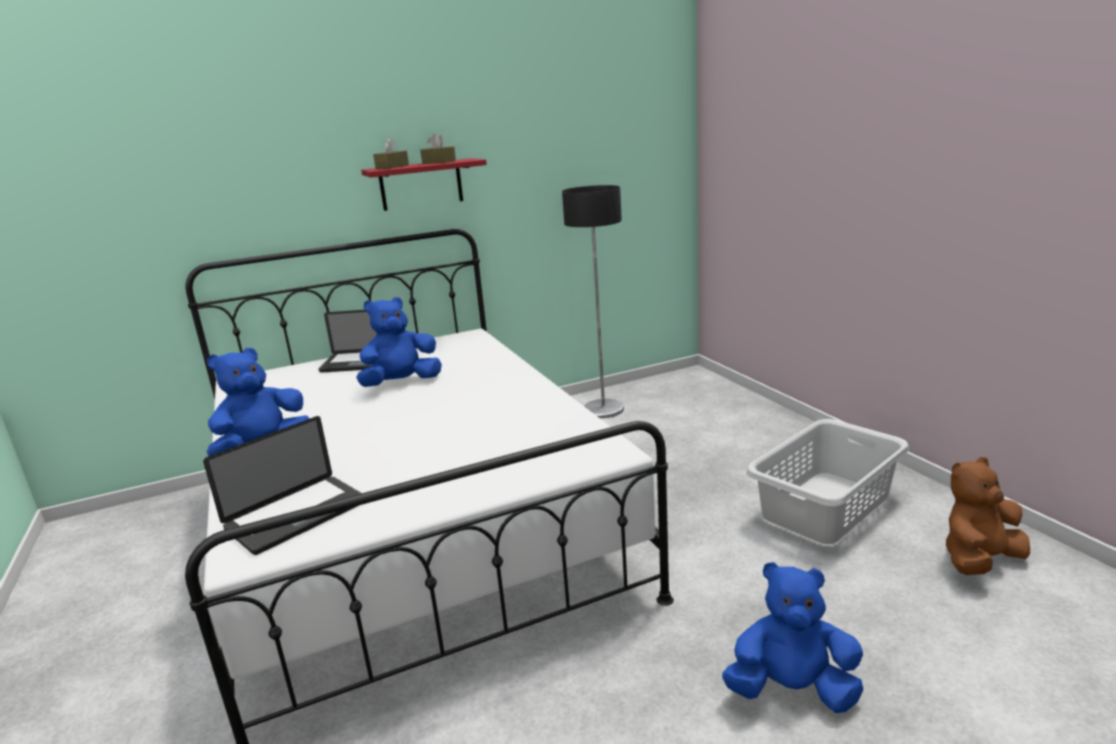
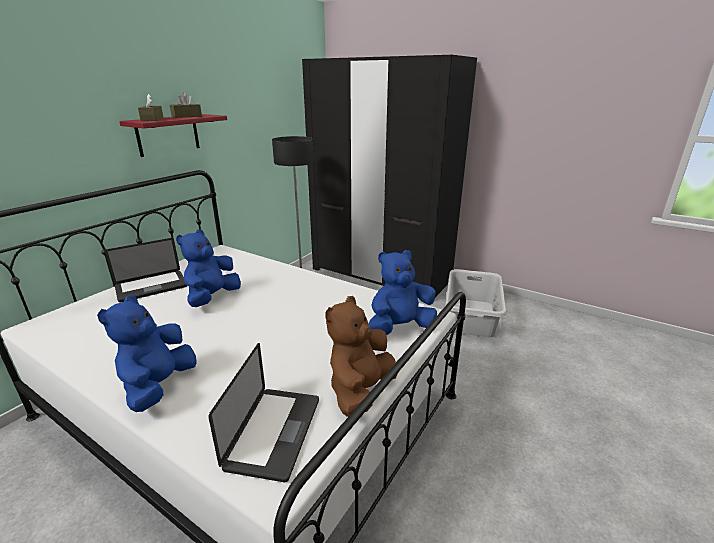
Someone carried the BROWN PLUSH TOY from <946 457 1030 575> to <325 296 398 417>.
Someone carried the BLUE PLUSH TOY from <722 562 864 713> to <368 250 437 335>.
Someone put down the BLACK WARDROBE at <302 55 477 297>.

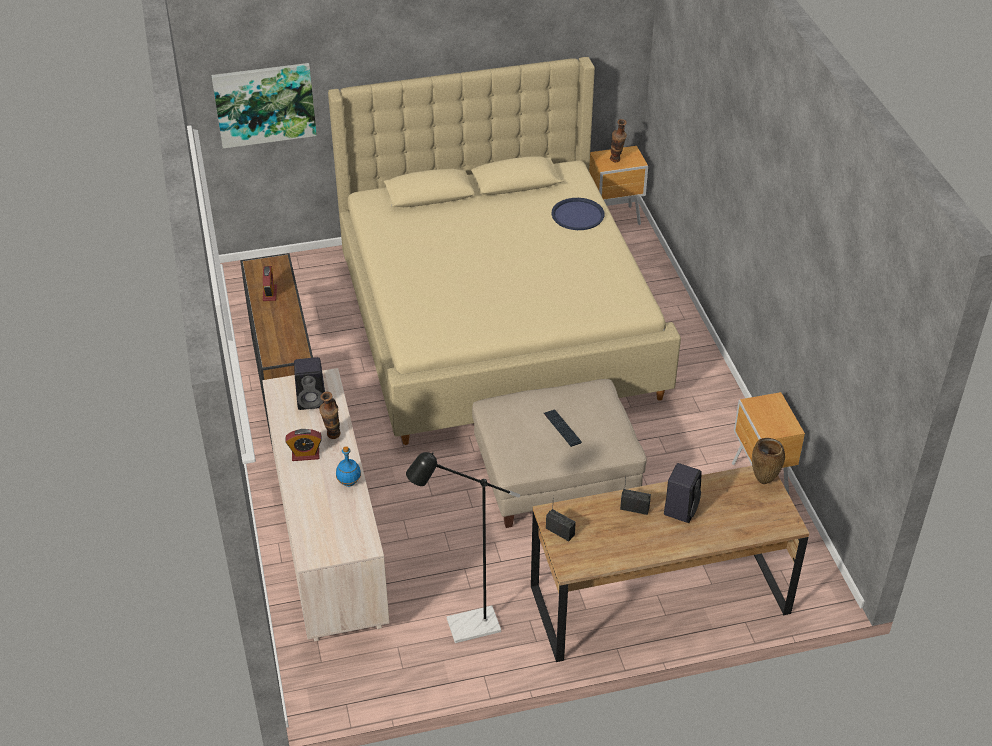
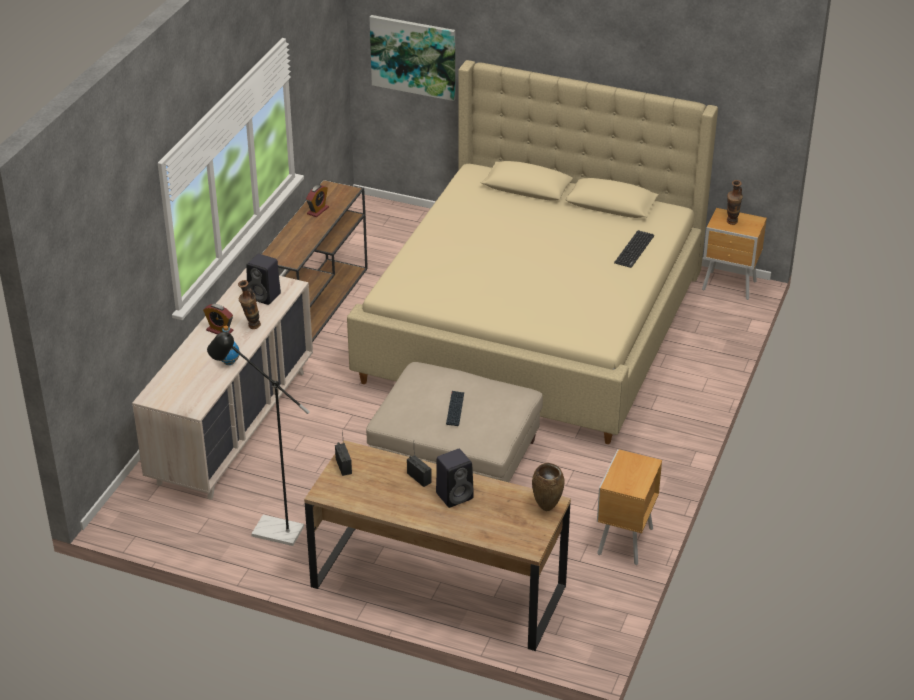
Someone swapped the BLUE TRAY at <552 198 604 230> for the KEYBOARD at <614 230 654 268>.

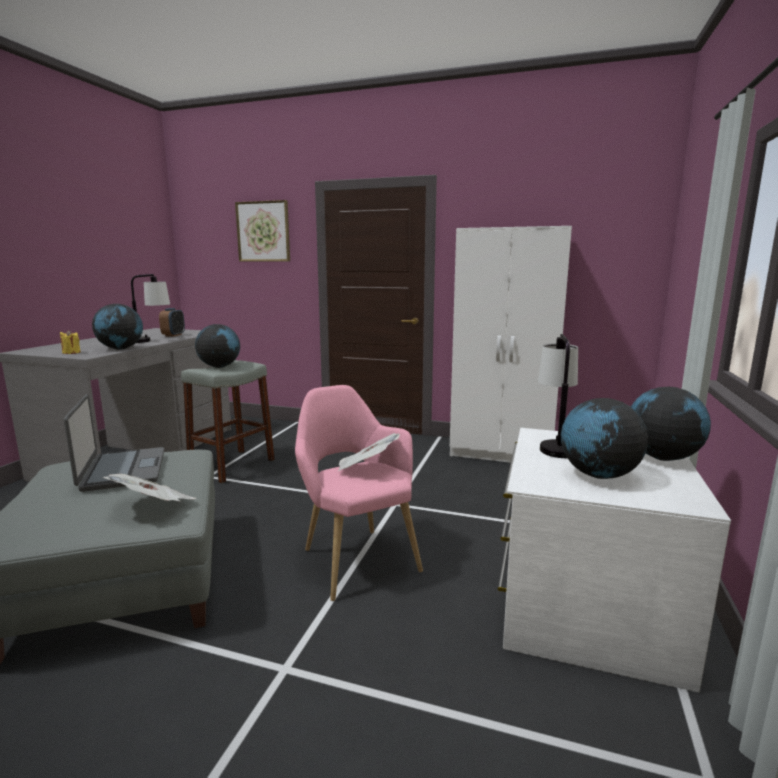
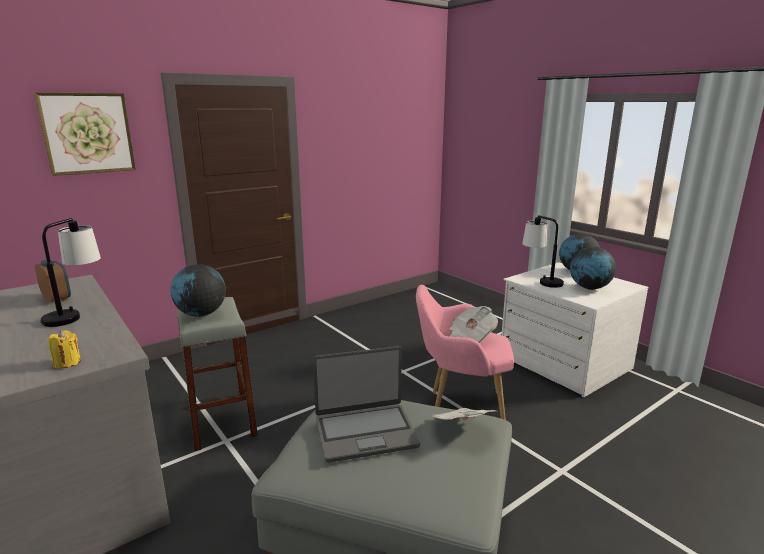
Someone took away the WHITE WARDROBE at <450 226 572 463>.
Someone took away the GLOBE at <92 304 143 350>.
Someone rotated the LAPTOP at <64 394 165 492> by 150 degrees clockwise.

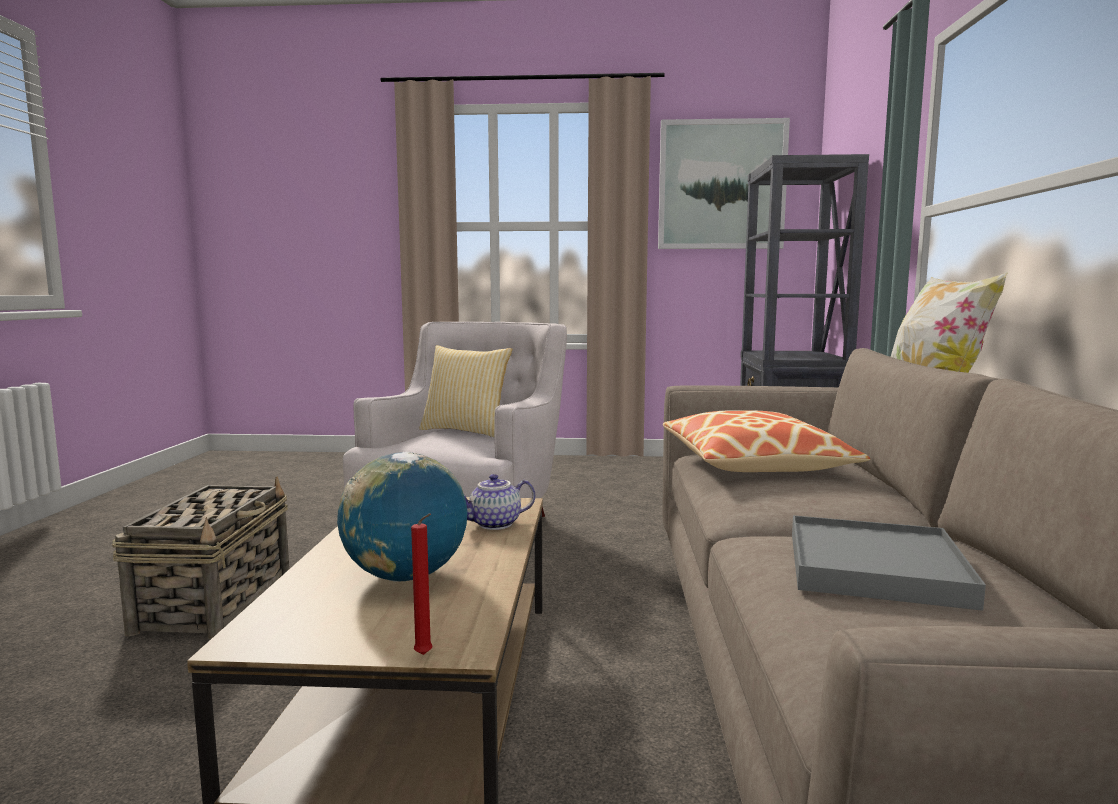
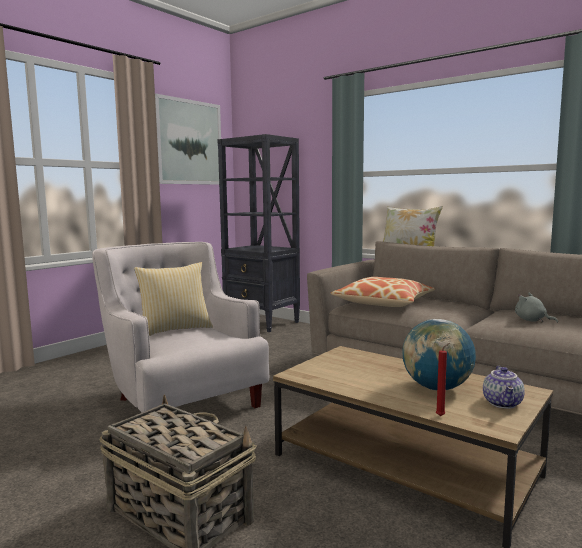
Someone carried the TEAPOT from <463 474 535 530> to <483 366 525 409>.
Someone carried the RED CANDLE from <411 513 432 655> to <436 343 450 416>.
Someone swapped the GREY TRAY at <792 515 986 611> for the GREY PLUSH TOY at <515 293 558 323>.

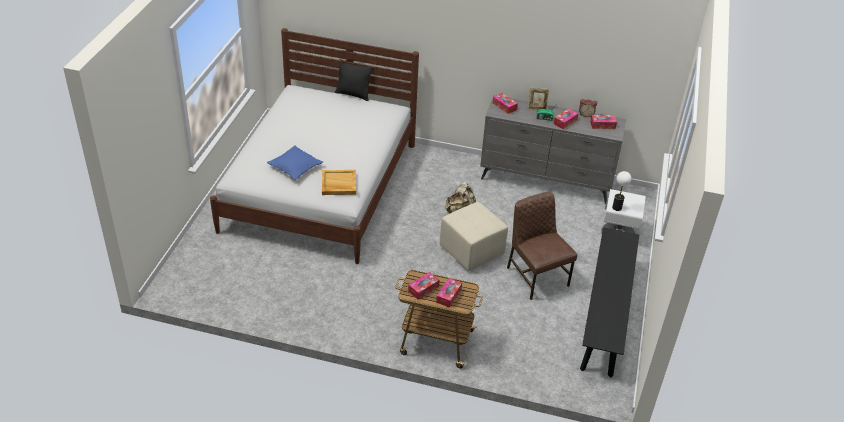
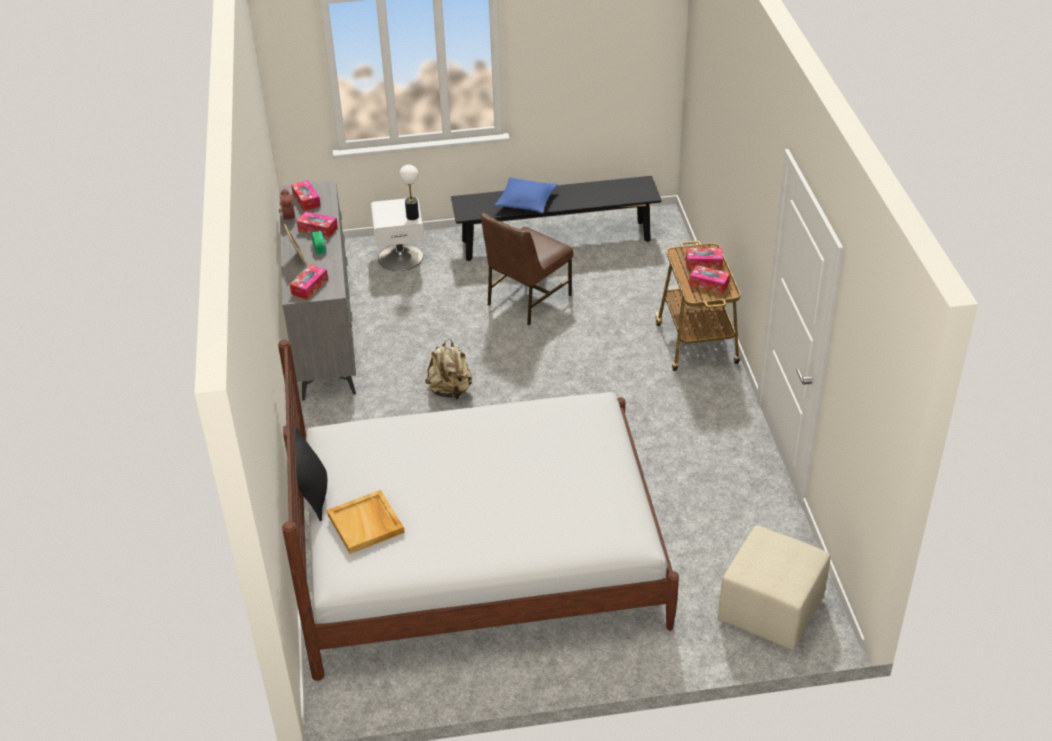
Someone carried the BLUE PILLOW from <267 145 323 180> to <495 177 557 214>.
Someone carried the BEIGE TRAY from <322 170 356 195> to <327 490 405 554>.
Someone carried the BEIGE OTTOMAN from <440 202 508 272> to <718 525 831 651>.

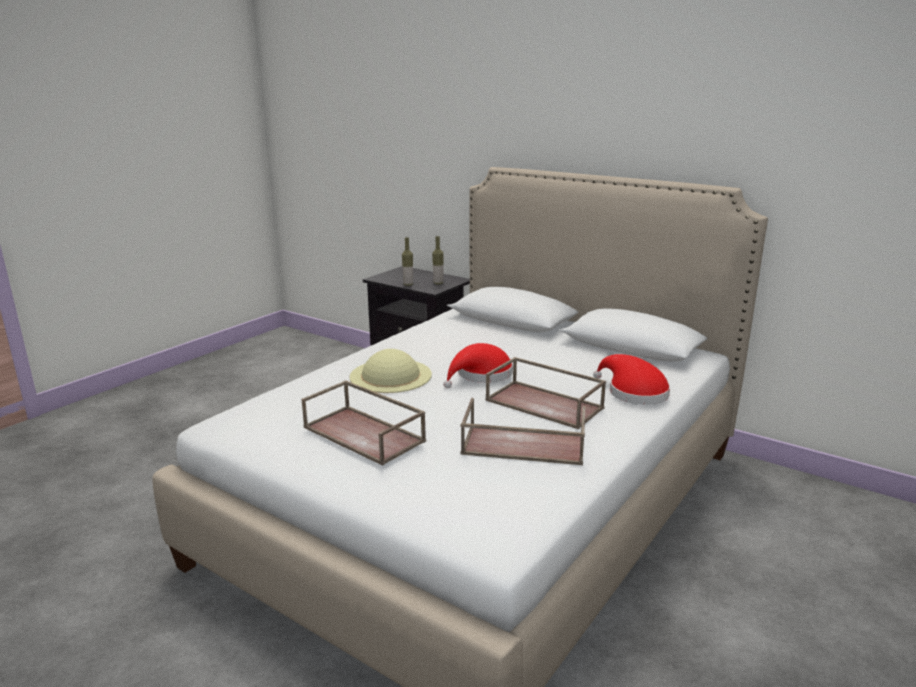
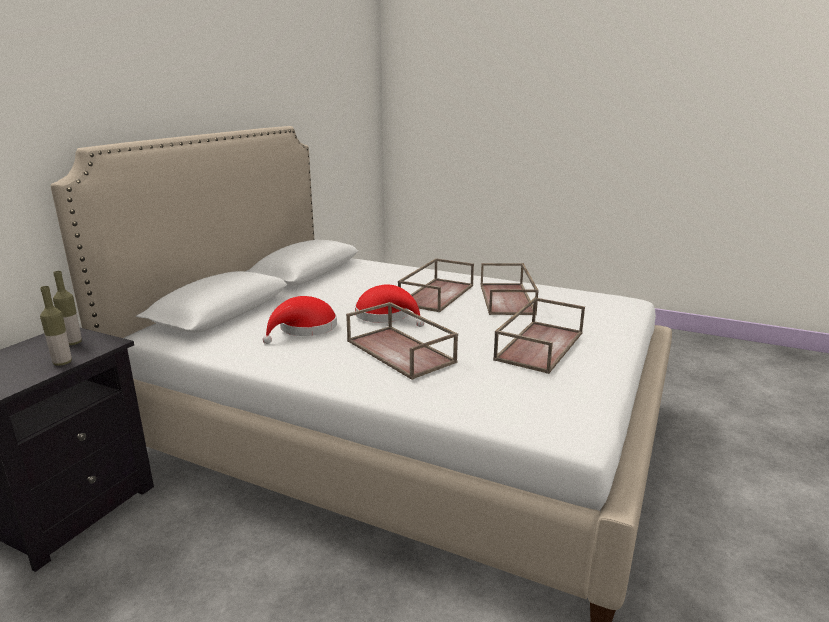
Someone swapped the BEIGE HAT at <349 349 432 393> for the BROWN TRAY at <346 302 458 380>.
Someone carried the RED HAT from <593 354 670 405> to <263 296 337 344>.

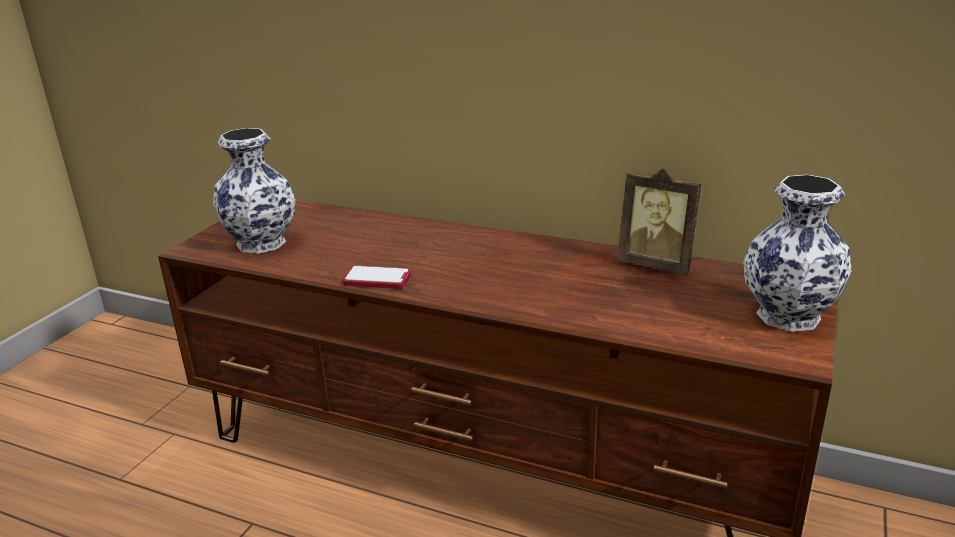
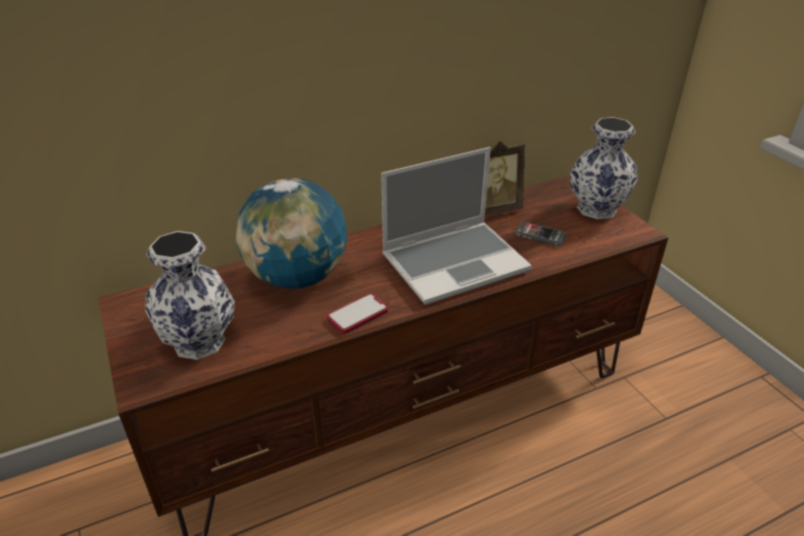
Someone put down the LAPTOP at <381 147 532 305>.
Someone put down the GLOBE at <236 178 347 289>.
Someone put down the PHONE at <515 222 567 246>.

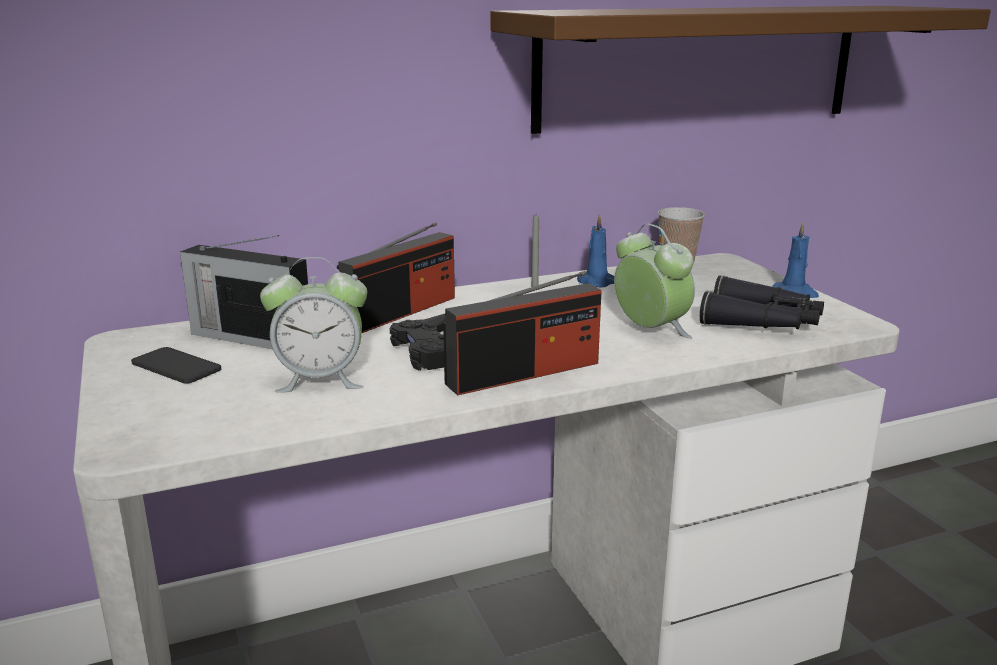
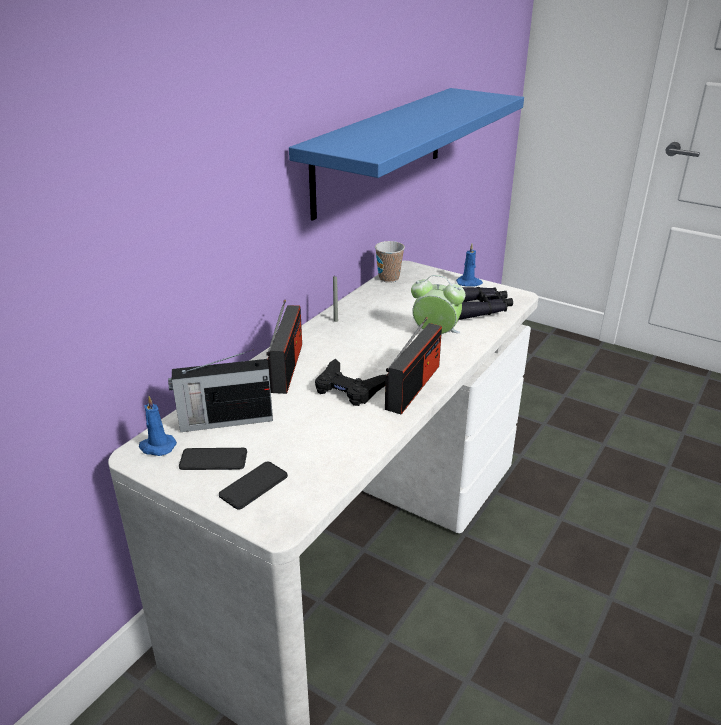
Someone repainted the BROWN SHELF at <490 6 991 134>, which became the BLUE SHELF at <289 88 524 221>.
Someone carried the BLUE CANDLE from <577 213 614 288> to <139 396 177 456>.
Someone took away the ALARM CLOCK at <260 257 367 393>.
Someone put down the PHONE at <219 462 288 509>.

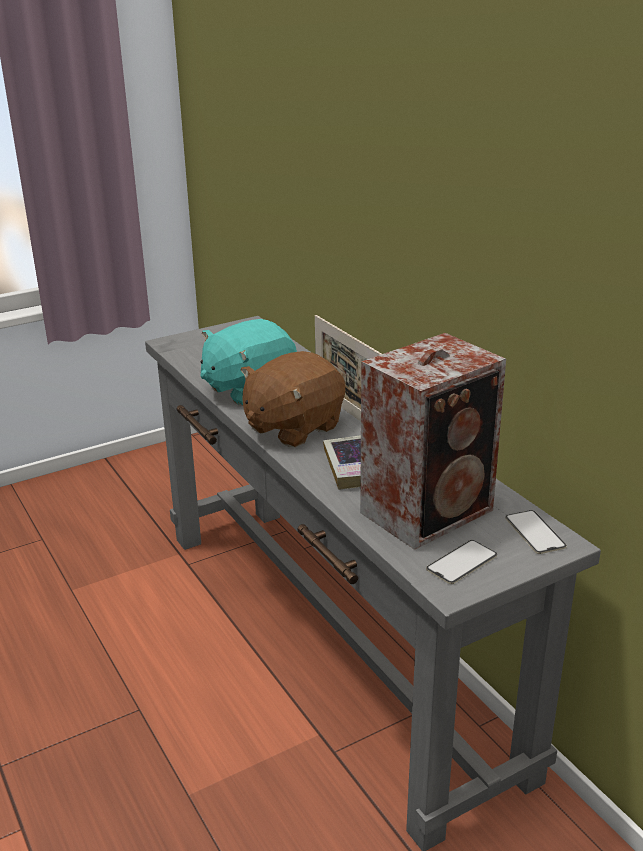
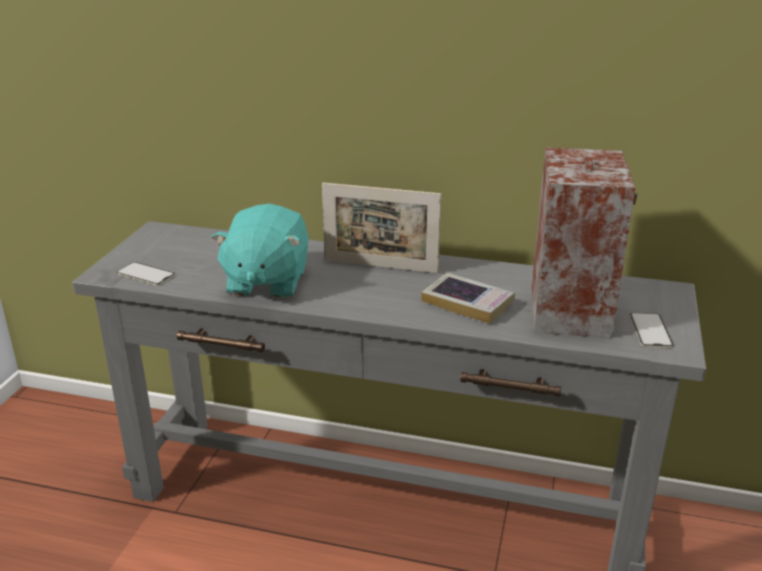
Someone took away the BROWN PLUSH TOY at <241 351 345 447>.
Someone carried the PHONE from <505 510 567 554> to <116 262 175 285>.

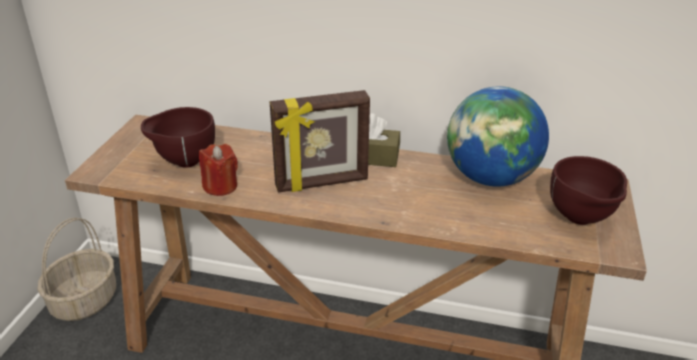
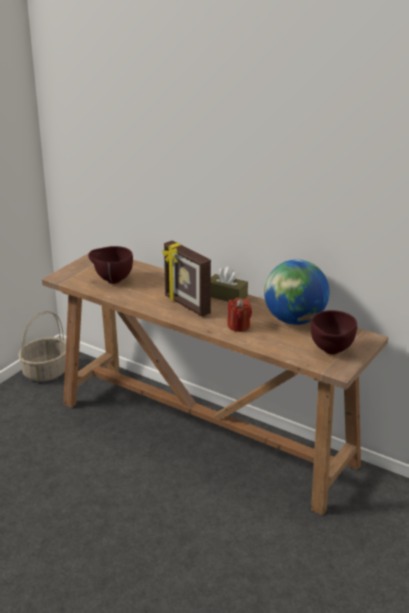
Someone rotated the PICTURE FRAME at <270 90 370 192> by 45 degrees clockwise.
Someone carried the RED CANDLE from <199 144 238 196> to <227 298 252 332>.

